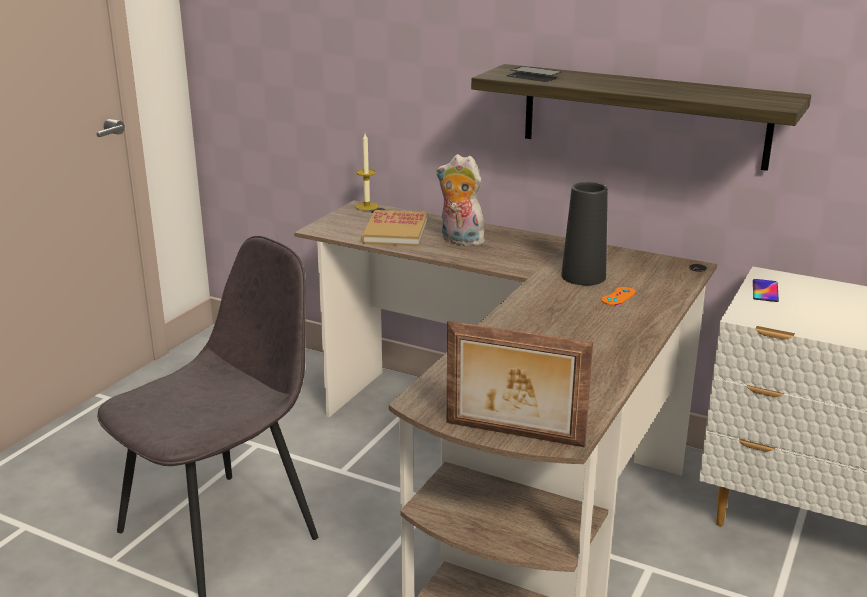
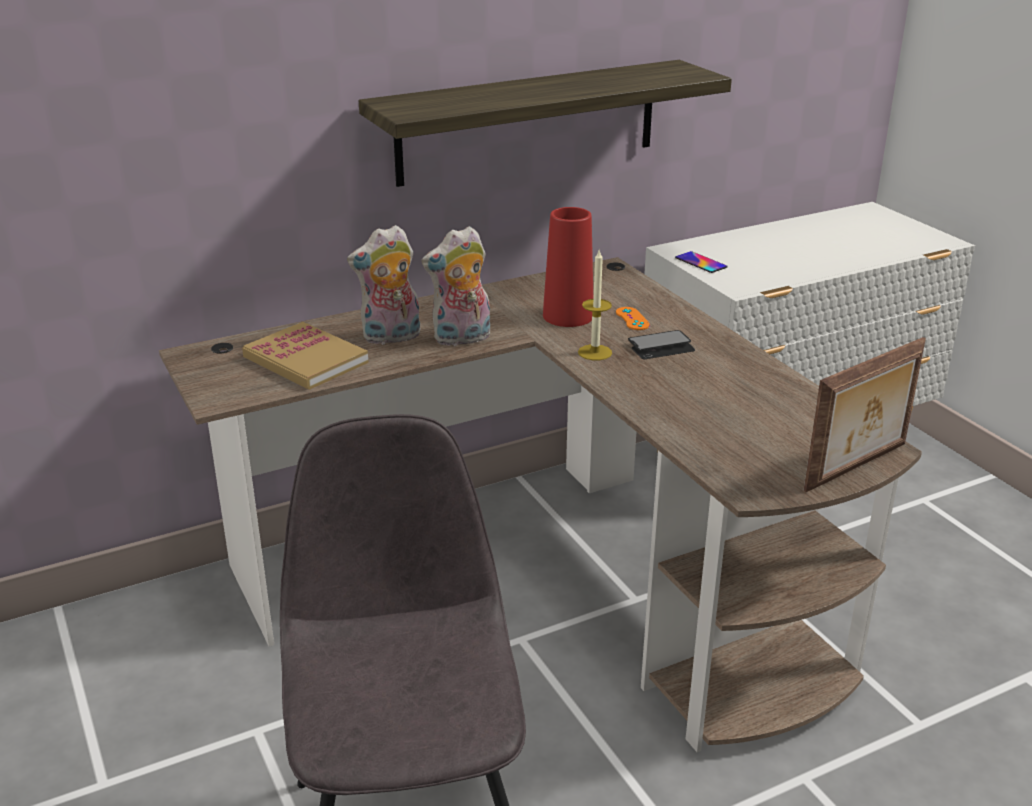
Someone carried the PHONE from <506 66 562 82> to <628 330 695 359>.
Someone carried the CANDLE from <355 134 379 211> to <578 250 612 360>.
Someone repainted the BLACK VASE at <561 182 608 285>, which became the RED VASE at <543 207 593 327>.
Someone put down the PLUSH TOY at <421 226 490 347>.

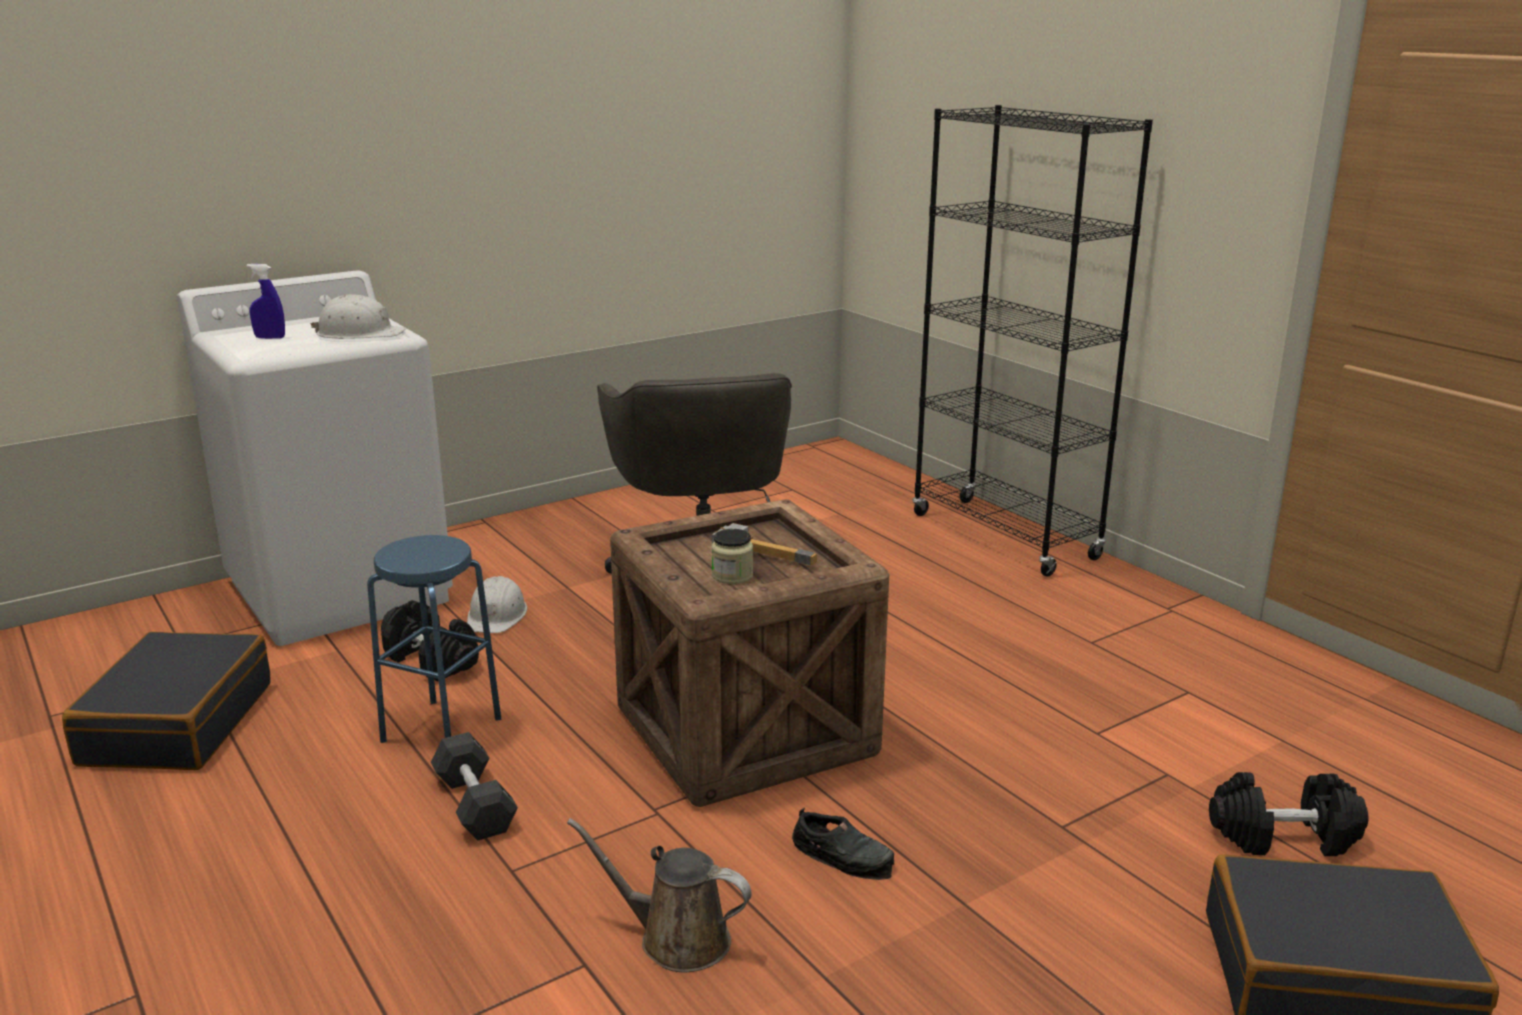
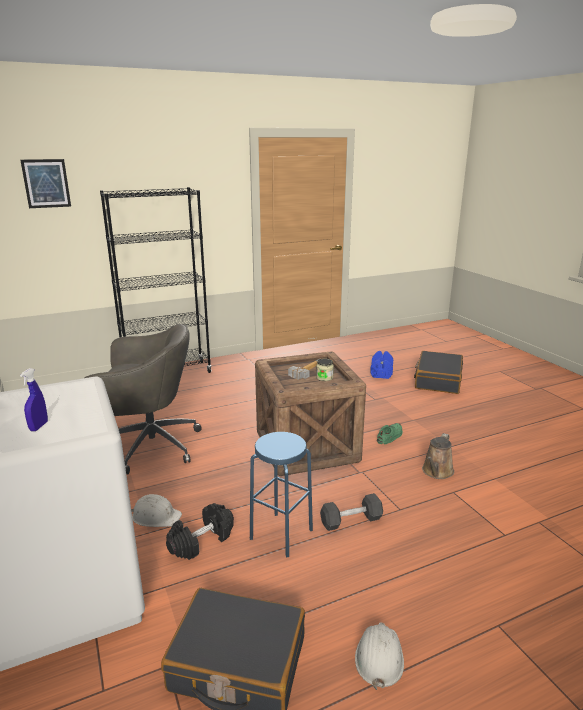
Someone carried the WHITE HARD HAT from <310 295 406 339> to <355 622 404 690>.
Someone repainted the BLACK DUMBBELL at <1209 772 1368 856>, which became the BLUE DUMBBELL at <370 351 393 379>.
Someone repainted the BLACK SHOE at <792 808 894 880>, which became the GREEN SHOE at <377 423 403 444>.
Someone put up the PICTURE at <20 159 71 208>.

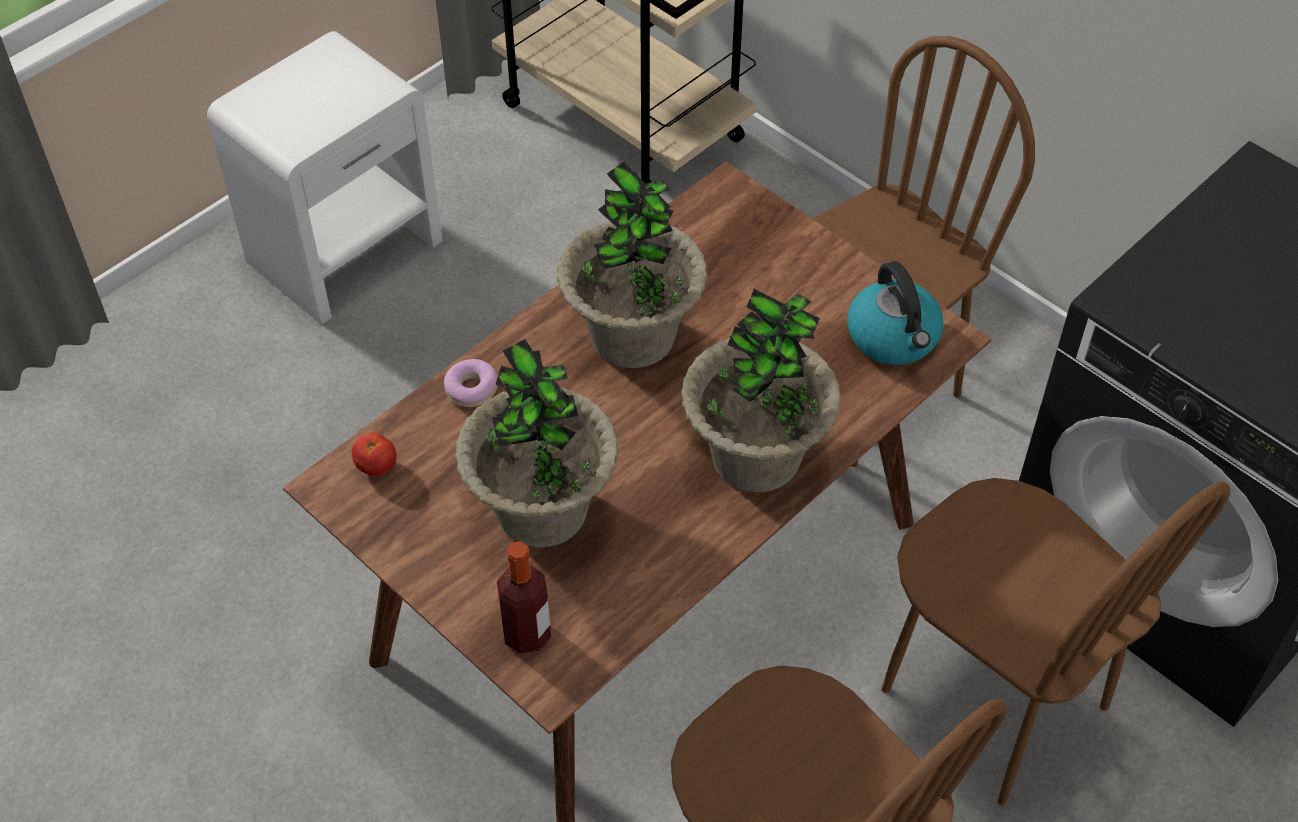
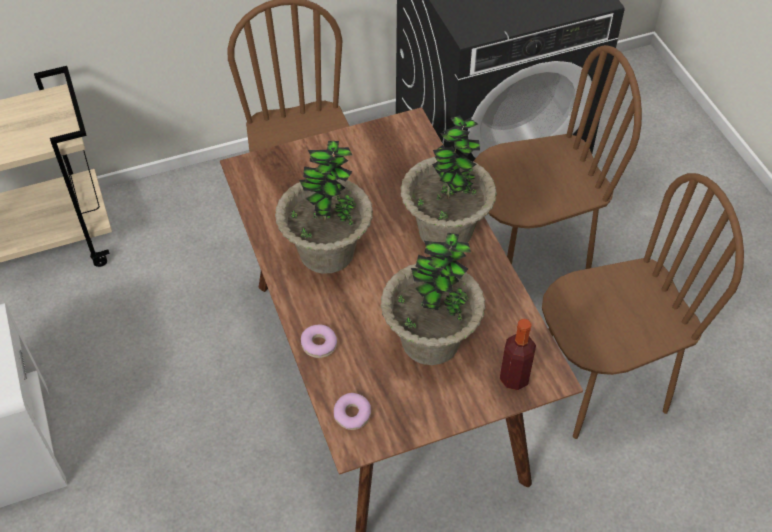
Someone took away the KETTLE at <847 261 943 365>.
Someone swapped the TOMATO at <352 433 396 477> for the DONUT at <334 393 371 430>.

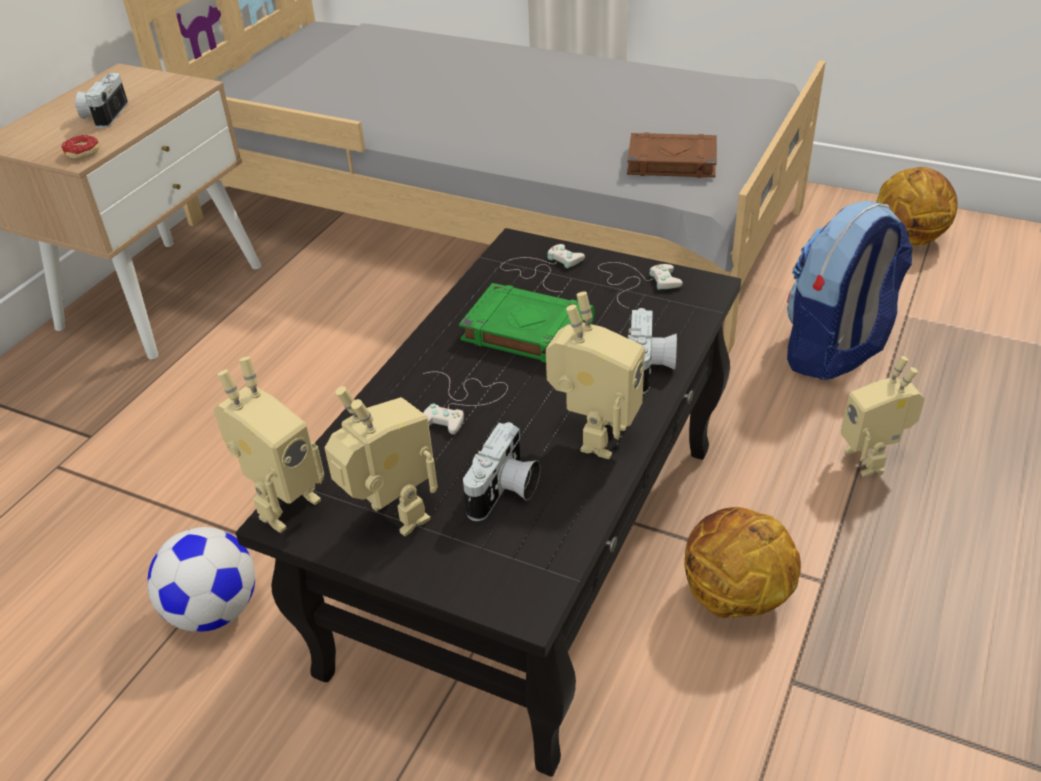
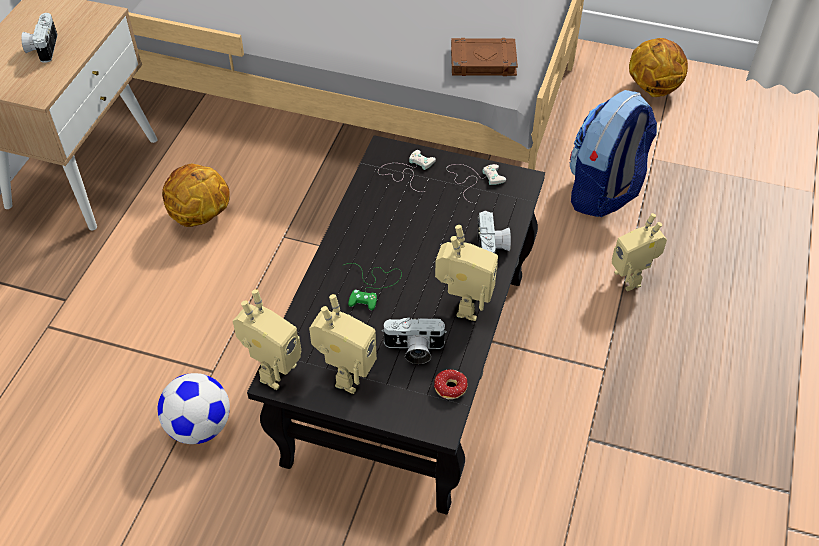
Someone carried the DONUT from <61 135 99 159> to <434 370 468 399>.
Someone took away the GREEN BOOK at <459 283 595 363>.
Someone repainted the WHITE GAME CONTROLLER at <423 371 508 434>, which became the GREEN GAME CONTROLLER at <342 263 402 310>.
Someone rotated the TOY ROBOT at <325 386 437 536> by 75 degrees clockwise.
Someone rotated the PHOTO CAMERA at <463 422 540 521> by 75 degrees clockwise.
Someone carried the BASKETBALL from <684 507 801 618> to <162 164 230 227>.

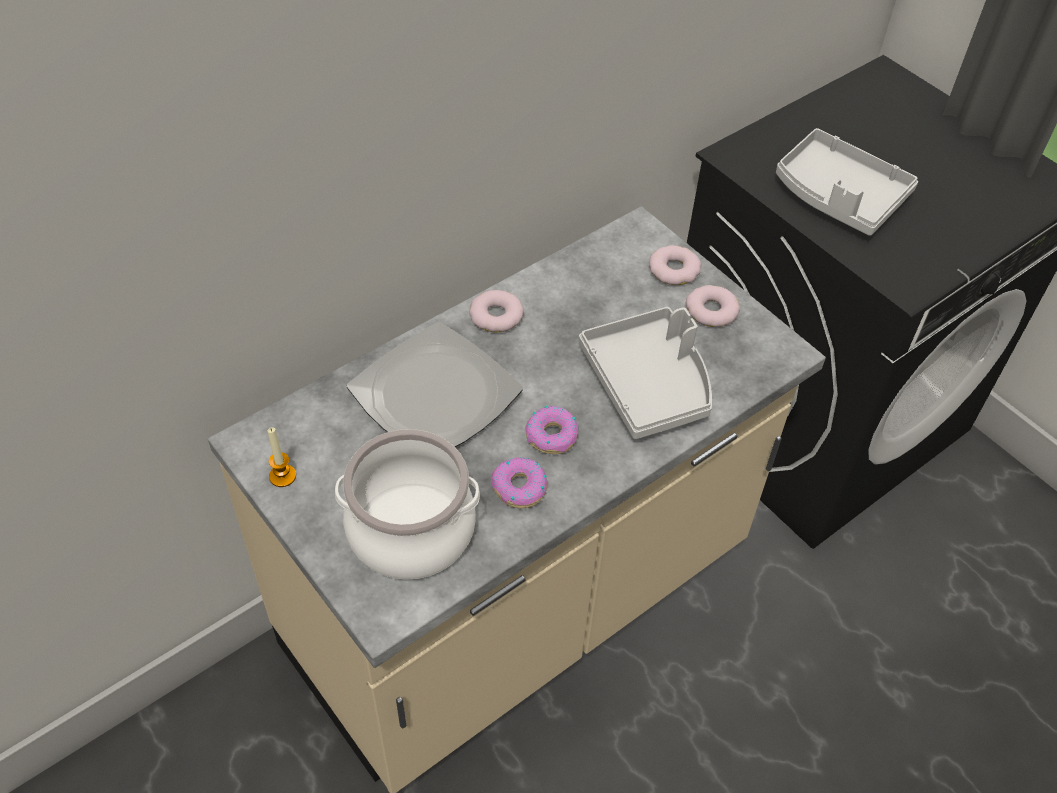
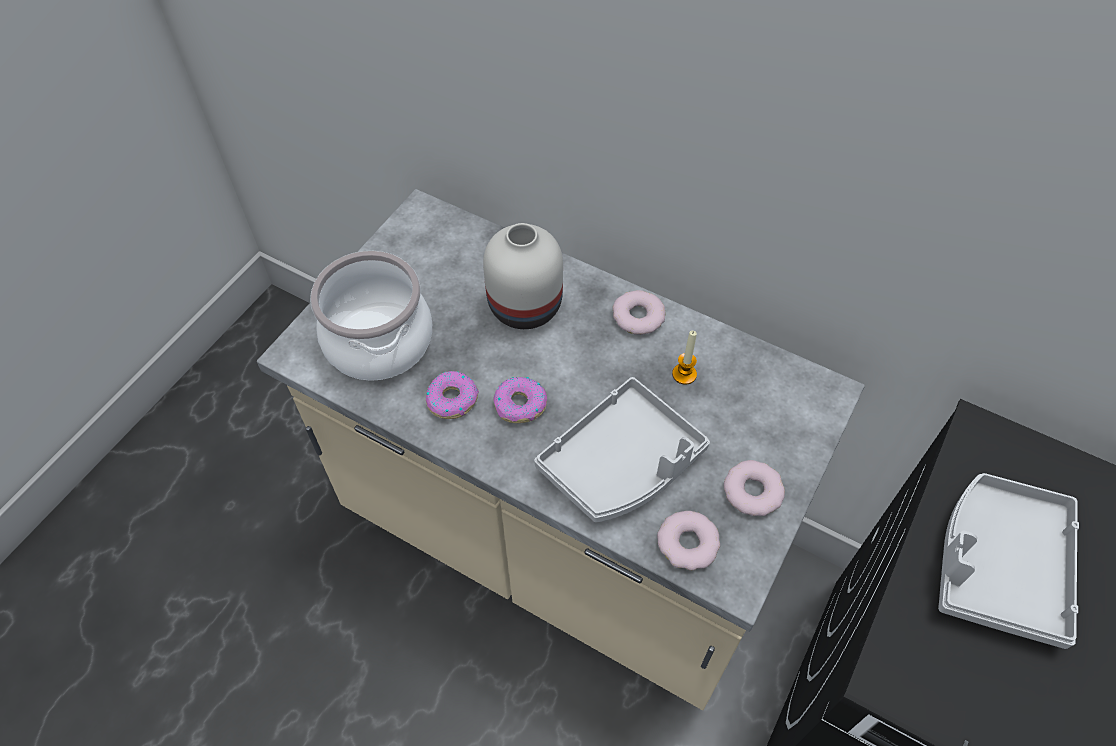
Someone carried the DONUT from <649 245 701 285> to <657 511 720 571>.
Someone swapped the PLATE at <347 322 523 447> for the WHITE VASE at <483 223 563 329>.
Someone carried the CANDLE from <268 427 296 487> to <672 331 697 385>.

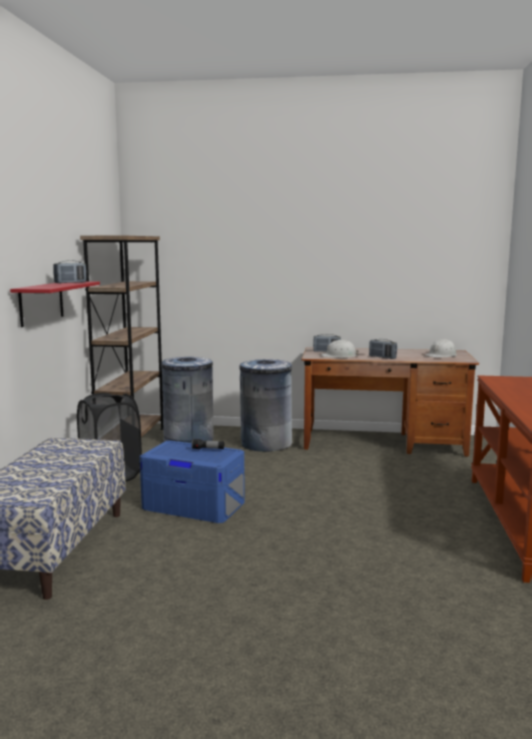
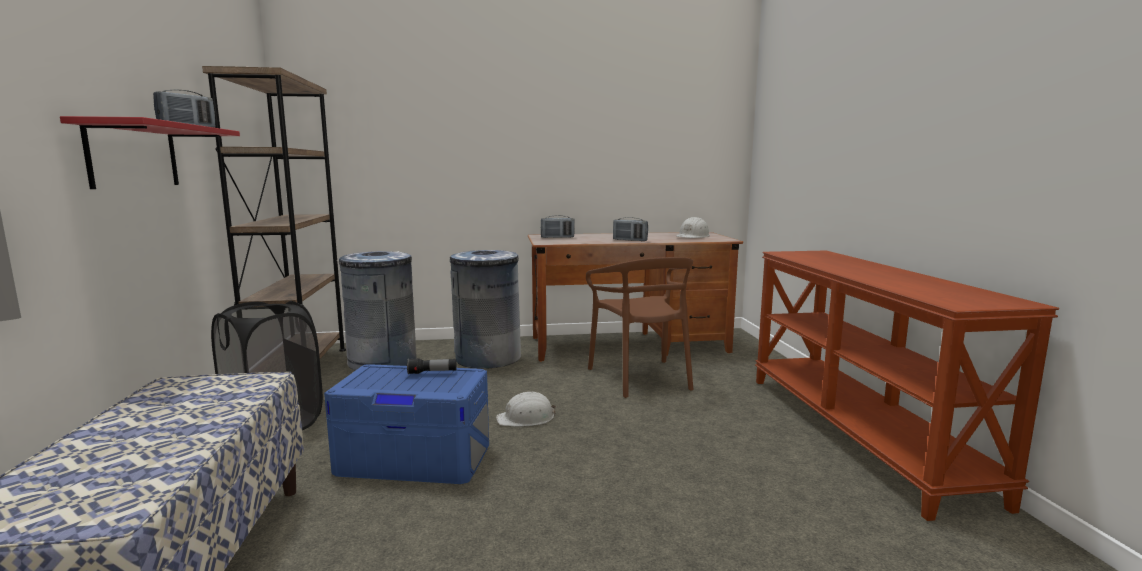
Someone carried the WHITE HARD HAT from <321 340 359 358> to <496 391 556 427>.
Someone put down the BROWN CHAIR at <586 257 693 398>.

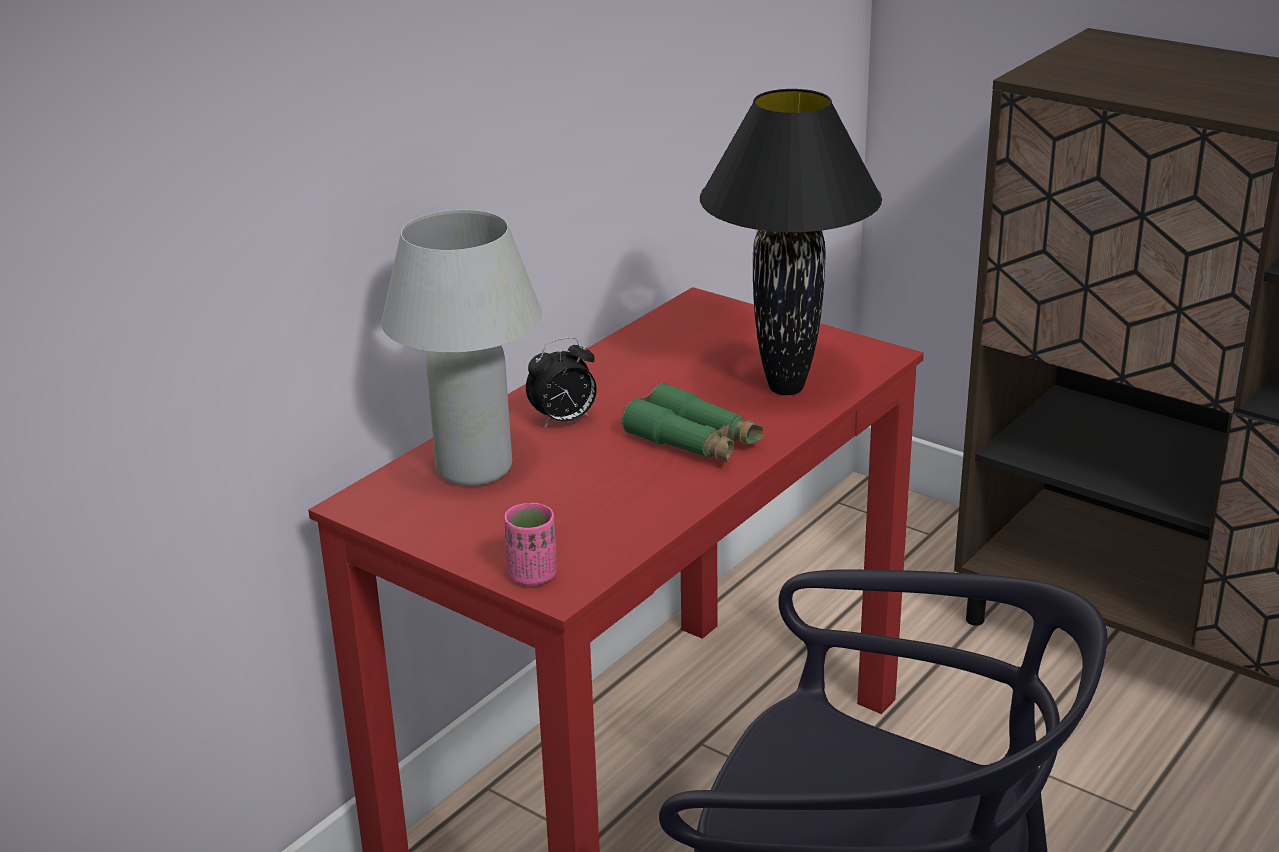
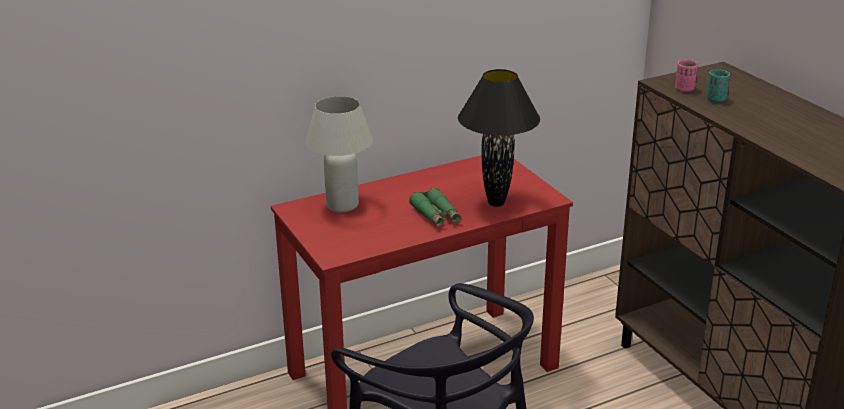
Someone took away the ALARM CLOCK at <526 337 597 427>.
Someone carried the PINK CUP from <504 503 557 586> to <675 60 698 92>.
Someone put down the TURQUOISE CUP at <706 69 730 103>.

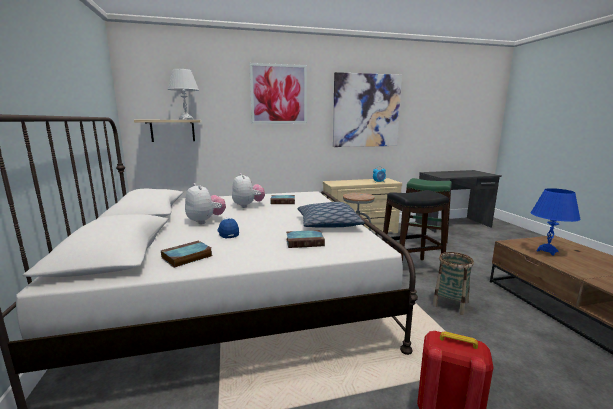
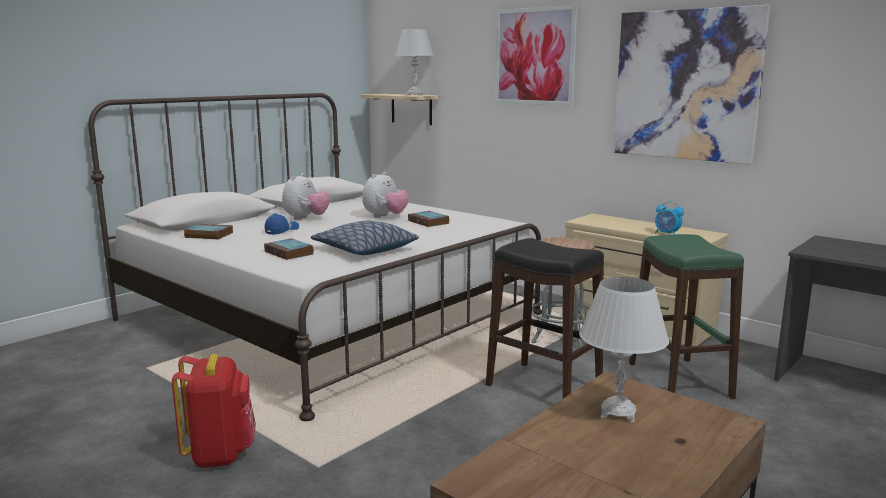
Someone repainted the BLUE TABLE LAMP at <530 188 581 256>, which became the WHITE TABLE LAMP at <579 277 669 422>.
Someone took away the BASKET at <433 252 474 315>.

